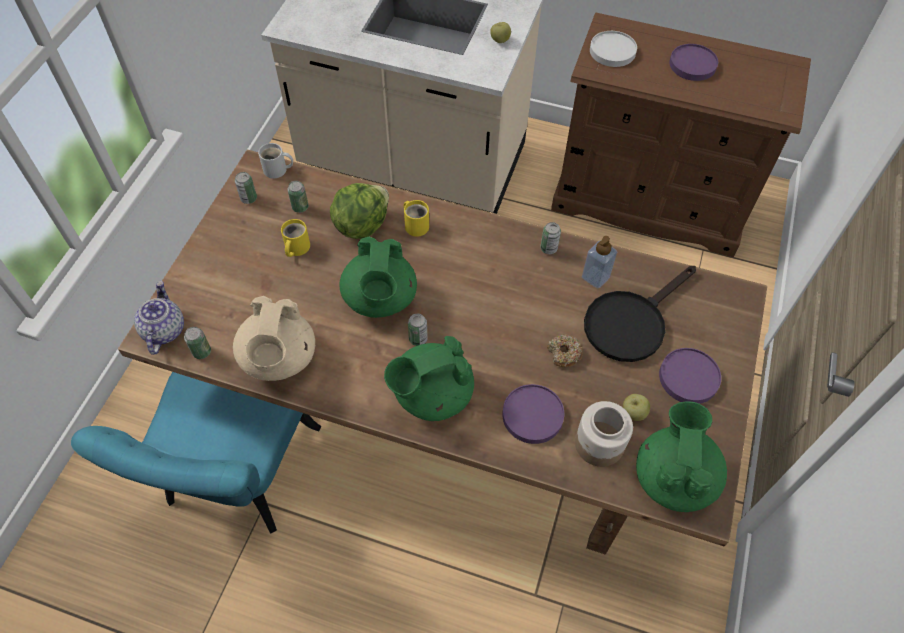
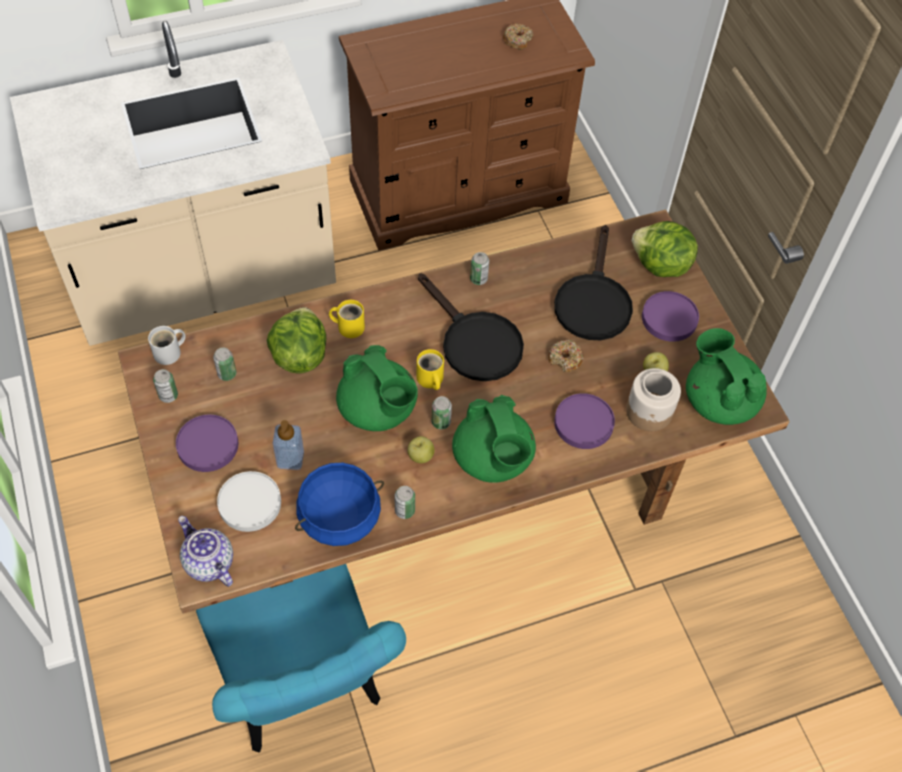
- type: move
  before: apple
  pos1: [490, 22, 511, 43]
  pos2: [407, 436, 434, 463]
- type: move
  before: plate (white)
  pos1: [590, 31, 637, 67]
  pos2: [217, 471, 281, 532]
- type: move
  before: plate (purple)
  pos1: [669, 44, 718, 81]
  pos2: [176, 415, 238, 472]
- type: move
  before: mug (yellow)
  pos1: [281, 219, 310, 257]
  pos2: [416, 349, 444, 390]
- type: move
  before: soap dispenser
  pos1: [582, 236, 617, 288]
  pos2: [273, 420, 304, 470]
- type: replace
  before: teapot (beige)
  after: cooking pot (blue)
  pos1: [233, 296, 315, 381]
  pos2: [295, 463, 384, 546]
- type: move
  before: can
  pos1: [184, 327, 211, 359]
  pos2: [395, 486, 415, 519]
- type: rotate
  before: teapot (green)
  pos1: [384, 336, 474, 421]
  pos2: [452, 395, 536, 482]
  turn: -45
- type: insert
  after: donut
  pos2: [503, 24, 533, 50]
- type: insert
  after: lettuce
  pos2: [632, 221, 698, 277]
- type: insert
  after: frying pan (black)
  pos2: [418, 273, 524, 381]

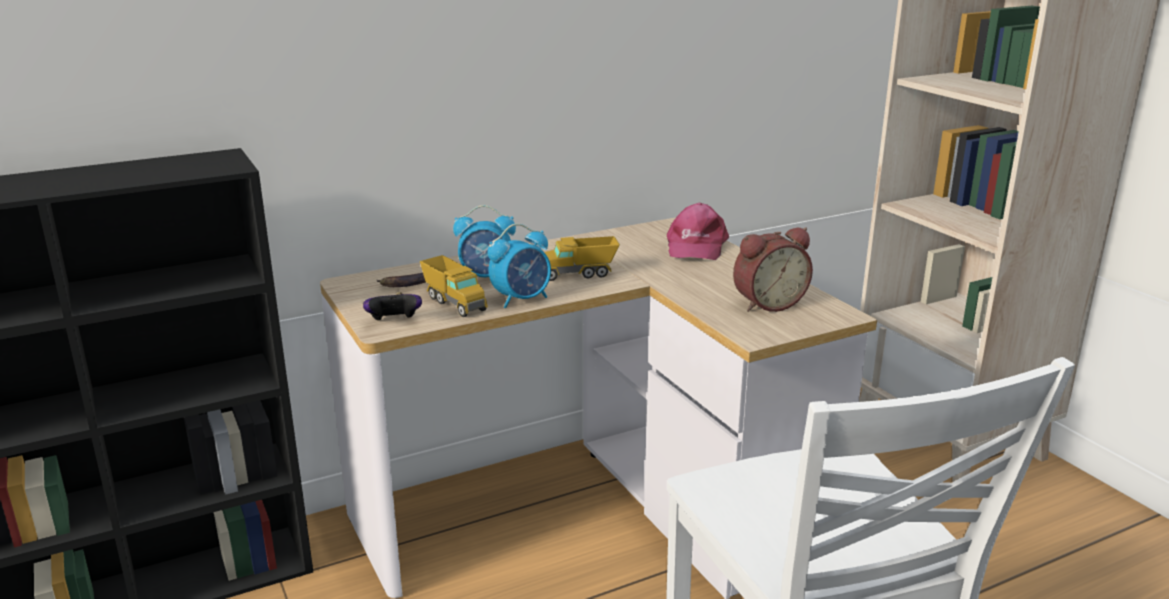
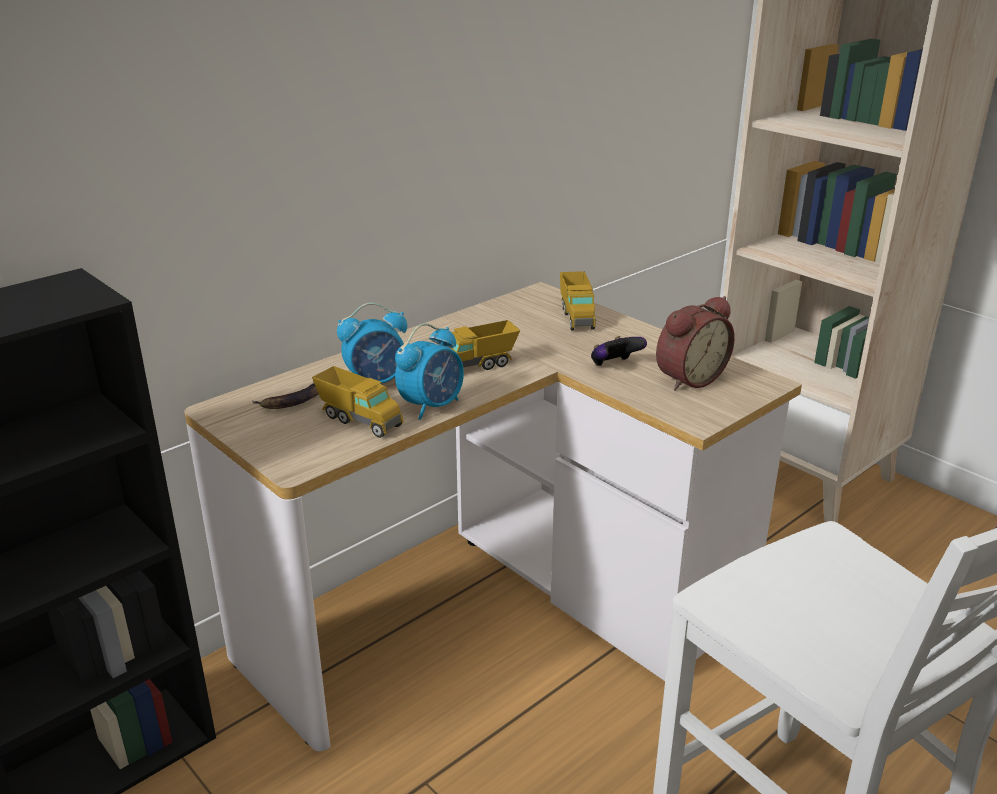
- type: replace
  before: cap (pink)
  after: toy truck
  pos1: [667, 203, 729, 260]
  pos2: [560, 271, 596, 330]
- type: move
  before: game controller
  pos1: [363, 292, 422, 321]
  pos2: [591, 336, 647, 366]

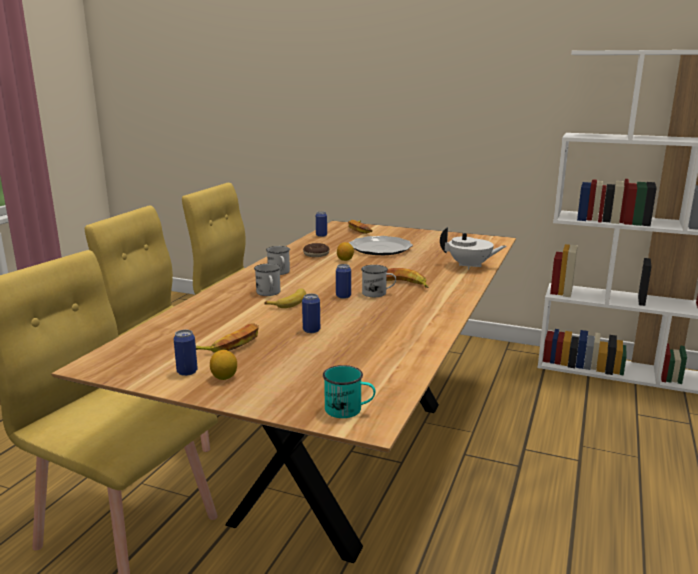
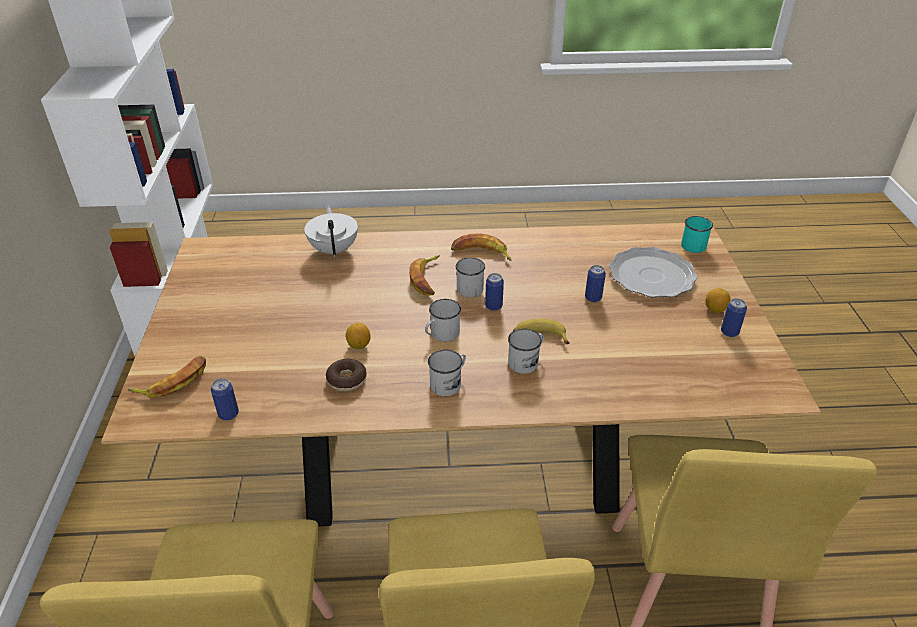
- type: move
  before: plate
  pos1: [349, 236, 413, 255]
  pos2: [609, 247, 697, 298]
- type: move
  before: banana
  pos1: [196, 323, 259, 353]
  pos2: [451, 233, 511, 261]
- type: insert
  after: mug (white)
  pos2: [425, 299, 461, 342]

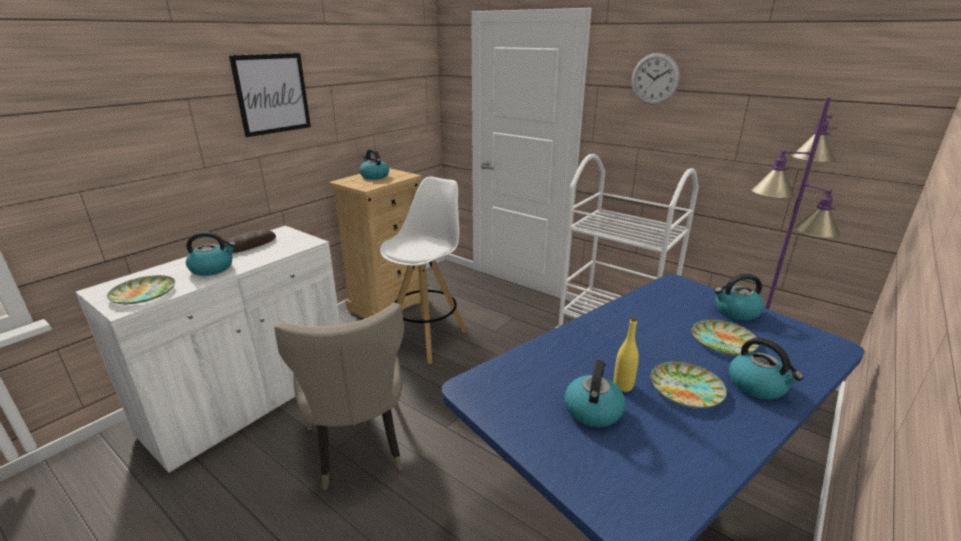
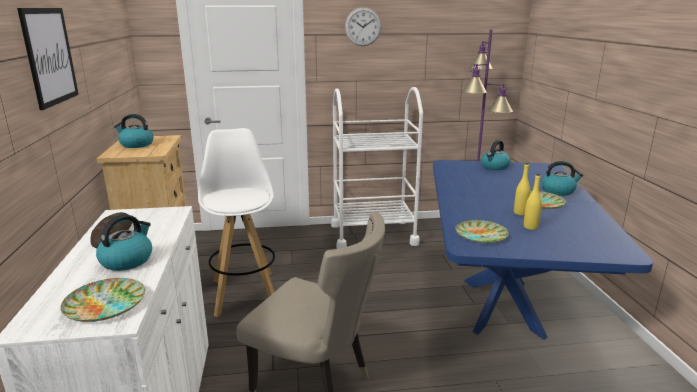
- type: move
  before: plate
  pos1: [692, 319, 759, 355]
  pos2: [455, 220, 509, 243]
- type: replace
  before: kettle
  after: bottle (yellow)
  pos1: [564, 360, 625, 427]
  pos2: [524, 174, 542, 230]

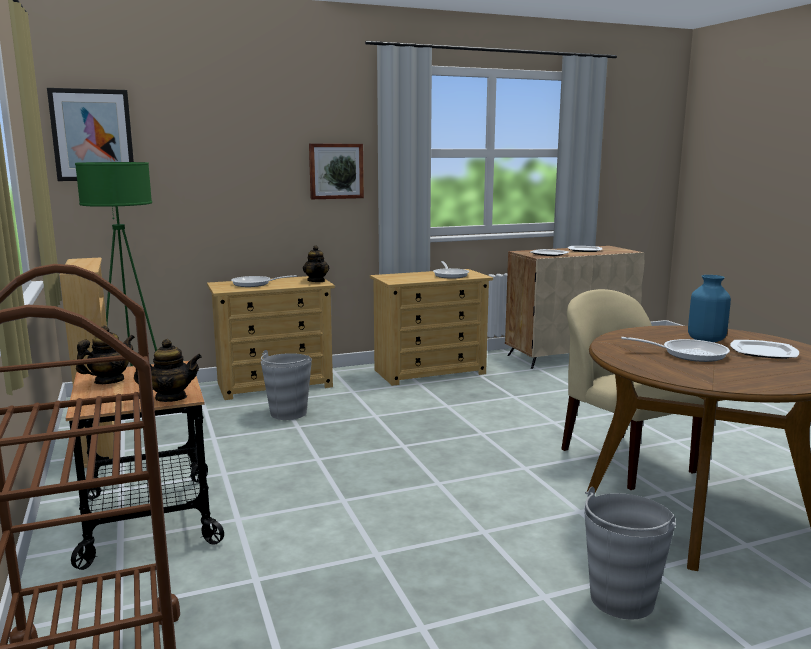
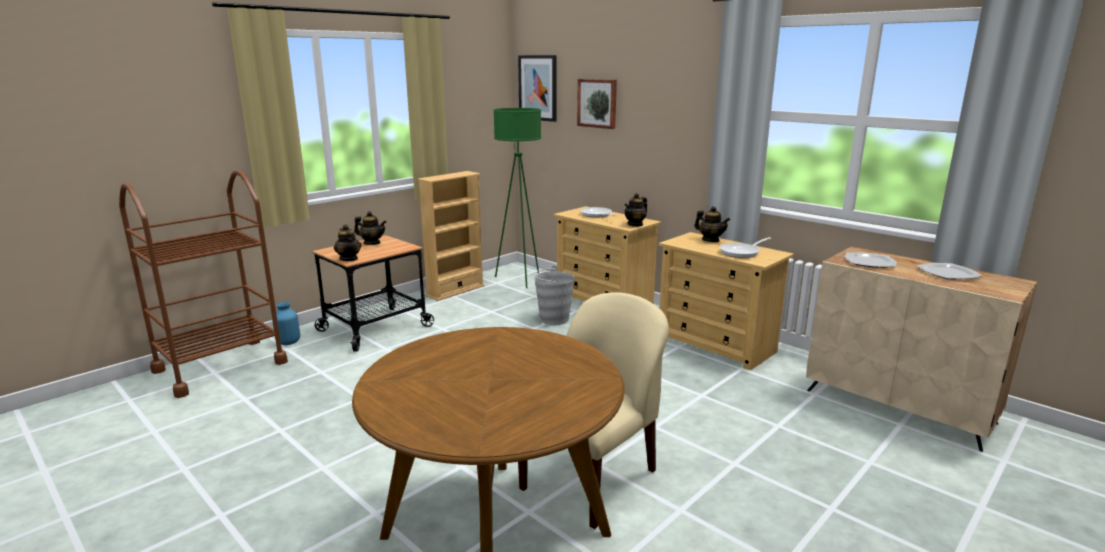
- type: move
  before: picture
  pos1: [309, 143, 364, 199]
  pos2: [577, 79, 617, 129]
- type: move
  before: vase (blue)
  pos1: [688, 275, 731, 342]
  pos2: [272, 302, 300, 345]
- type: delete
  before: frying pan
  pos1: [621, 337, 730, 362]
- type: delete
  before: plate
  pos1: [730, 340, 799, 359]
- type: delete
  before: bucket (grey)
  pos1: [584, 487, 676, 619]
- type: insert
  after: teapot
  pos2: [694, 206, 730, 242]

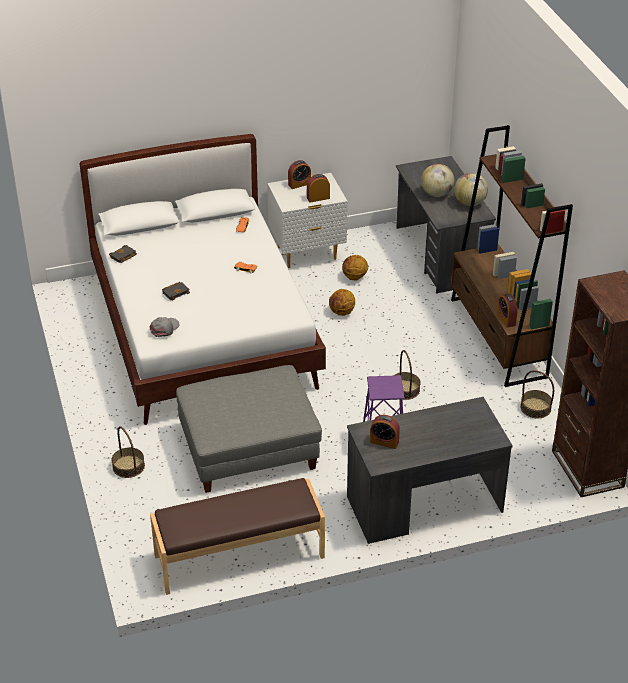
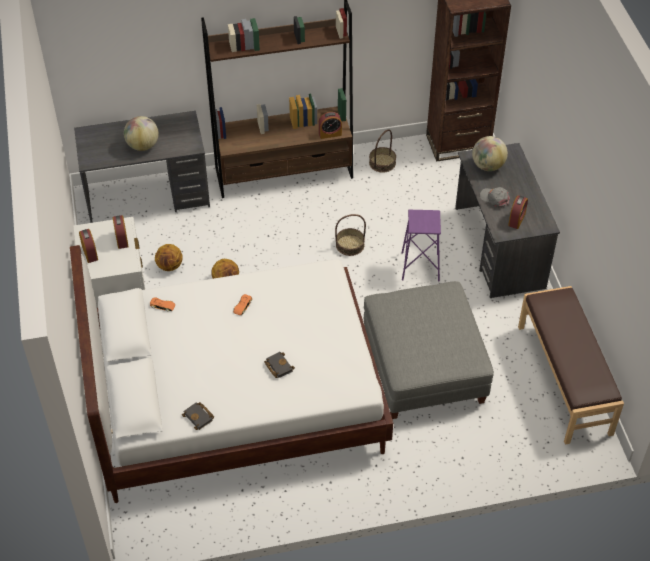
- type: move
  before: globe
  pos1: [454, 173, 488, 206]
  pos2: [472, 136, 508, 171]
- type: move
  before: cap (grey)
  pos1: [149, 317, 179, 337]
  pos2: [480, 187, 510, 208]
- type: delete
  before: basket
  pos1: [112, 426, 145, 478]

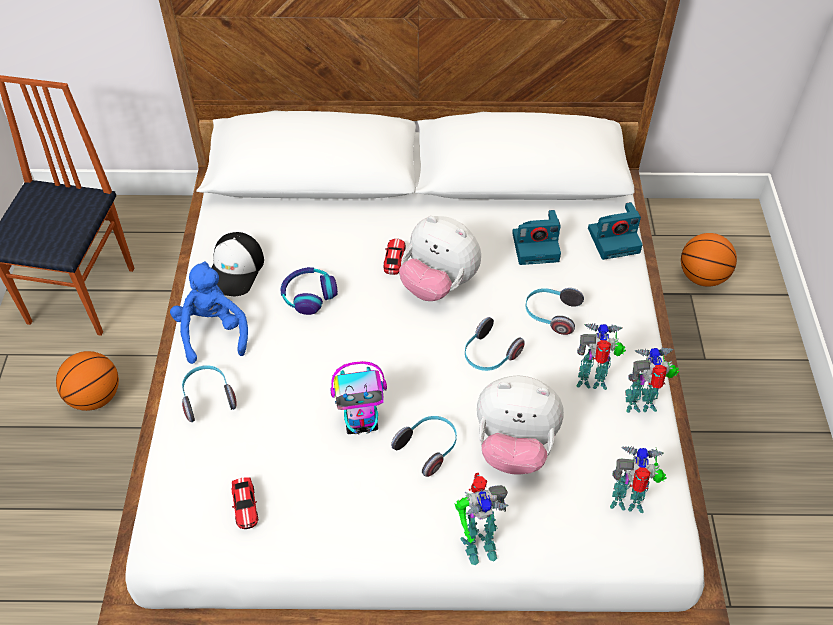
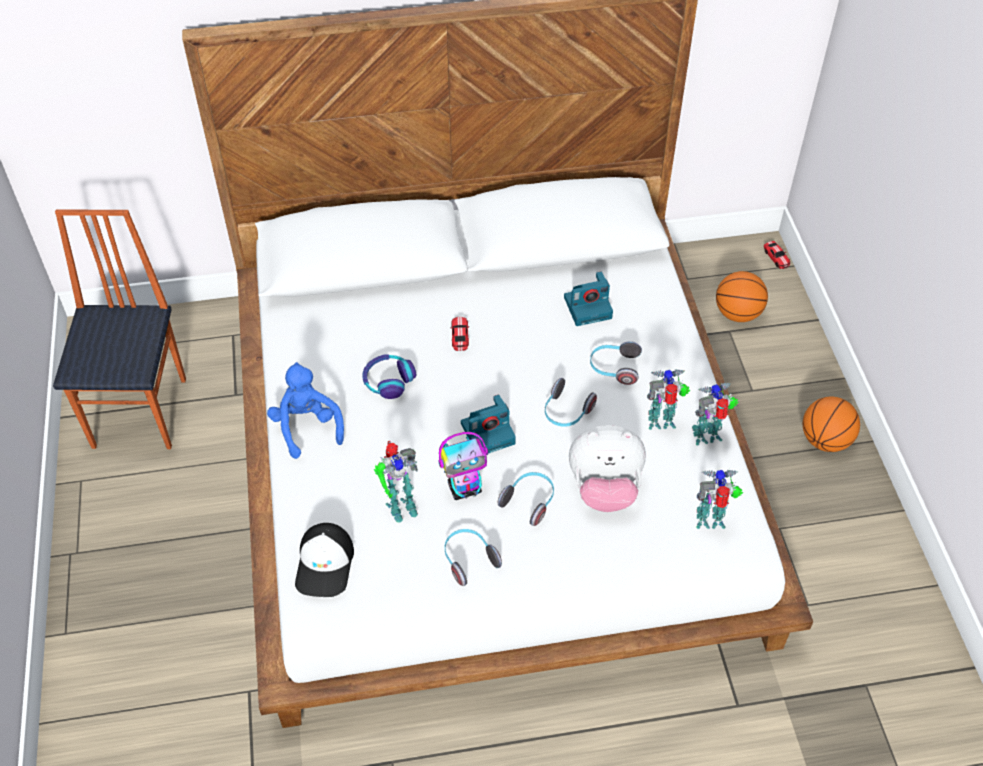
- type: move
  before: photo camera
  pos1: [588, 202, 643, 260]
  pos2: [461, 395, 516, 453]
- type: delete
  before: plush toy
  pos1: [399, 216, 481, 301]
- type: move
  before: cap
  pos1: [211, 232, 264, 296]
  pos2: [295, 523, 354, 597]
- type: move
  before: basketball
  pos1: [56, 351, 119, 411]
  pos2: [803, 397, 860, 452]
- type: move
  before: headphones
  pos1: [182, 365, 237, 422]
  pos2: [445, 529, 502, 586]
- type: move
  before: toy robot
  pos1: [455, 473, 509, 565]
  pos2: [374, 441, 418, 522]
- type: move
  before: toy car
  pos1: [232, 477, 258, 529]
  pos2: [764, 241, 790, 269]

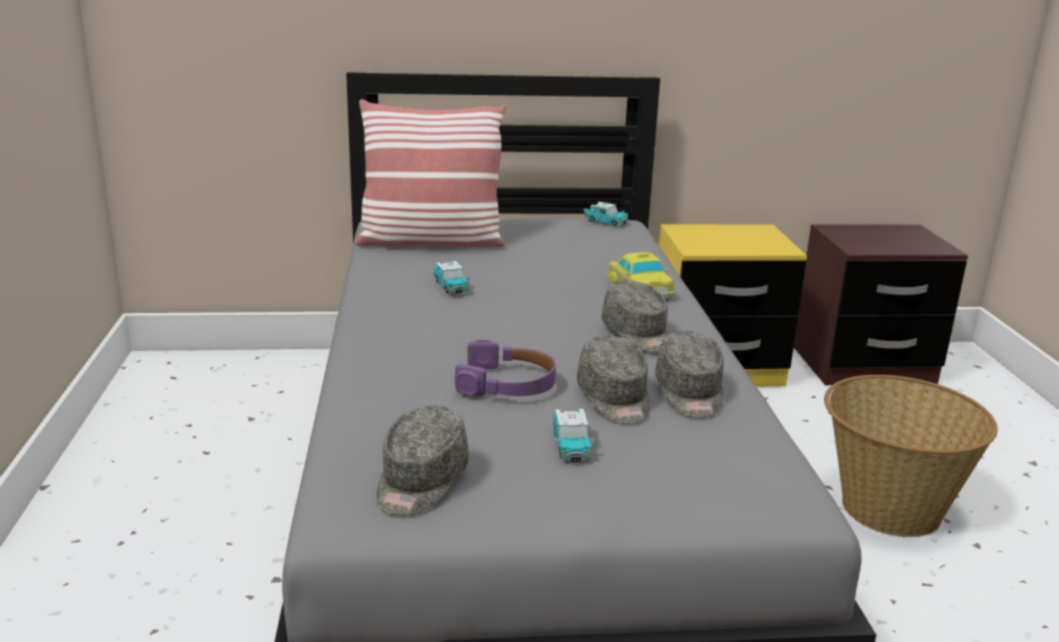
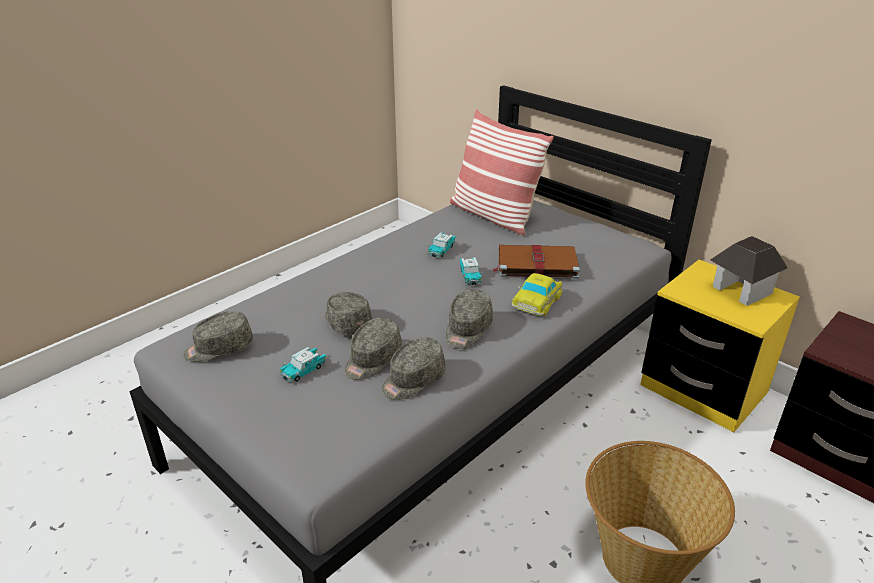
- type: move
  before: toy car
  pos1: [583, 202, 629, 226]
  pos2: [460, 257, 483, 285]
- type: replace
  before: headphones (purple)
  after: cap (grey)
  pos1: [455, 340, 556, 396]
  pos2: [325, 292, 372, 335]
- type: insert
  after: toy house
  pos2: [710, 236, 788, 306]
- type: insert
  after: book (brown)
  pos2: [492, 245, 580, 279]

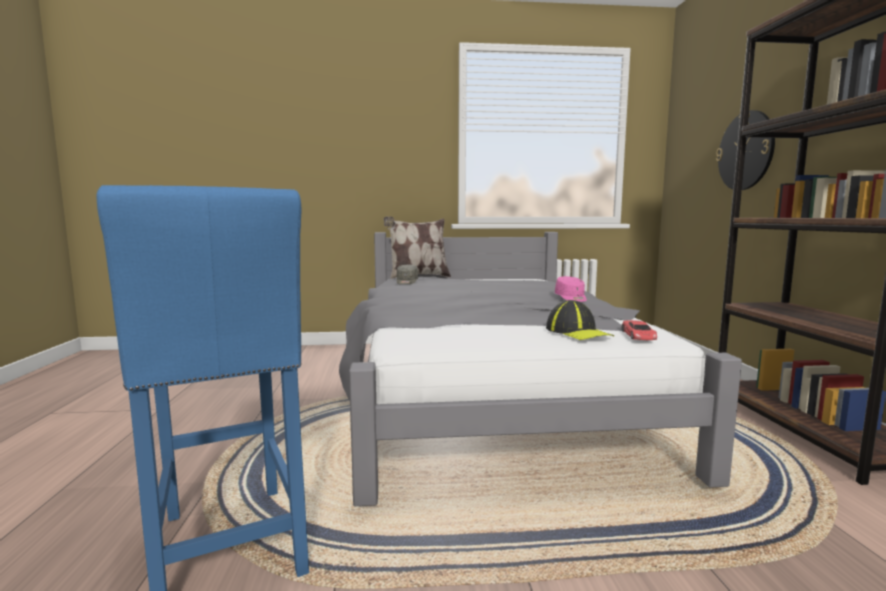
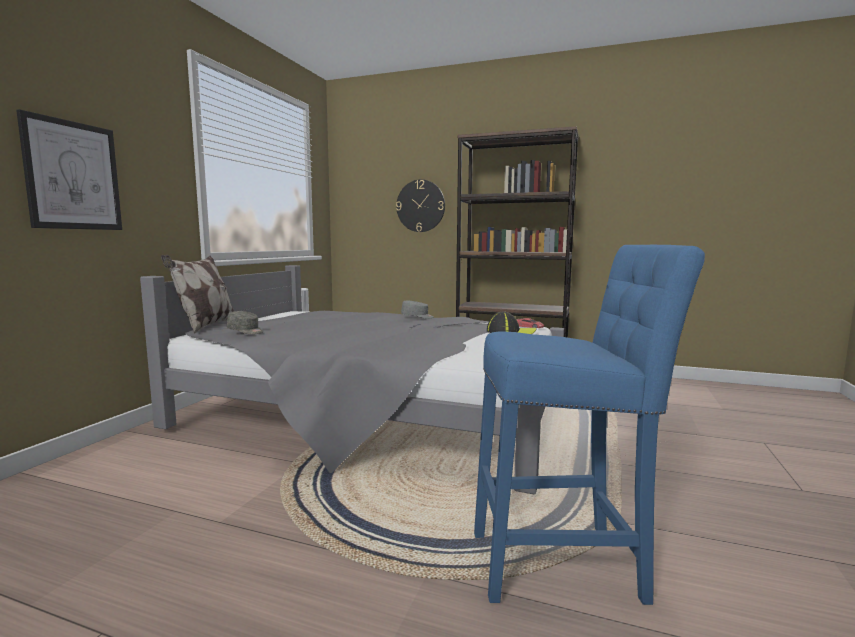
- type: recolor
  before: cap (pink)
  after: cap (grey)
  pos1: [555, 276, 587, 302]
  pos2: [401, 301, 434, 318]
- type: insert
  after: picture
  pos2: [16, 109, 122, 230]

